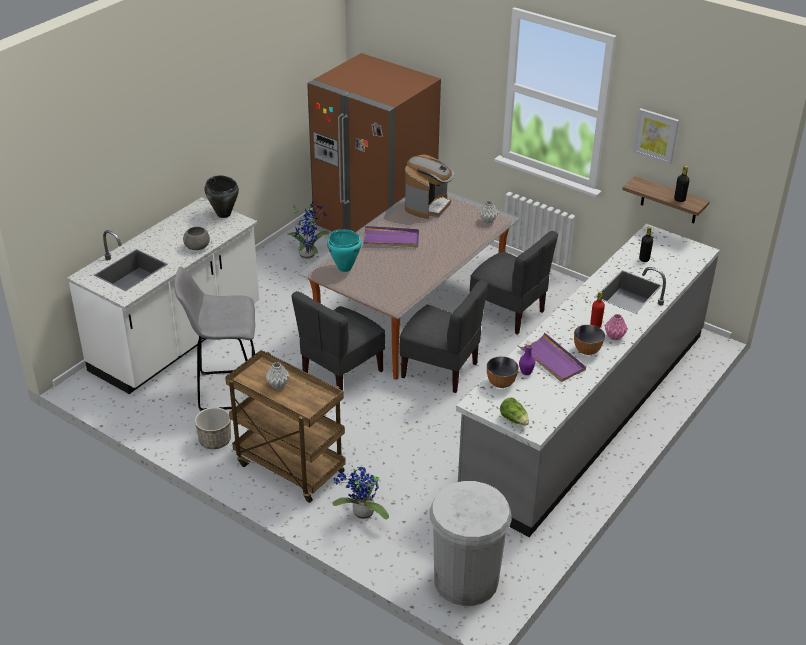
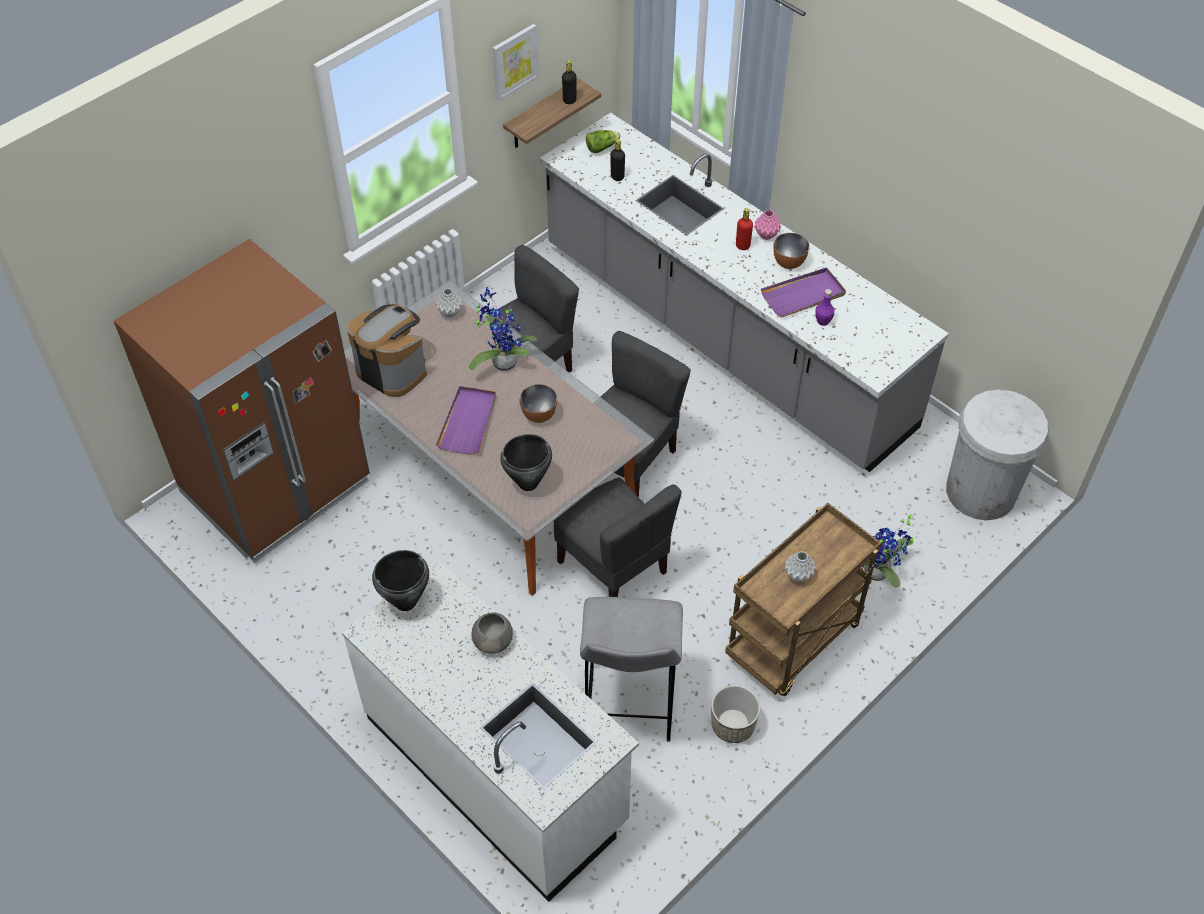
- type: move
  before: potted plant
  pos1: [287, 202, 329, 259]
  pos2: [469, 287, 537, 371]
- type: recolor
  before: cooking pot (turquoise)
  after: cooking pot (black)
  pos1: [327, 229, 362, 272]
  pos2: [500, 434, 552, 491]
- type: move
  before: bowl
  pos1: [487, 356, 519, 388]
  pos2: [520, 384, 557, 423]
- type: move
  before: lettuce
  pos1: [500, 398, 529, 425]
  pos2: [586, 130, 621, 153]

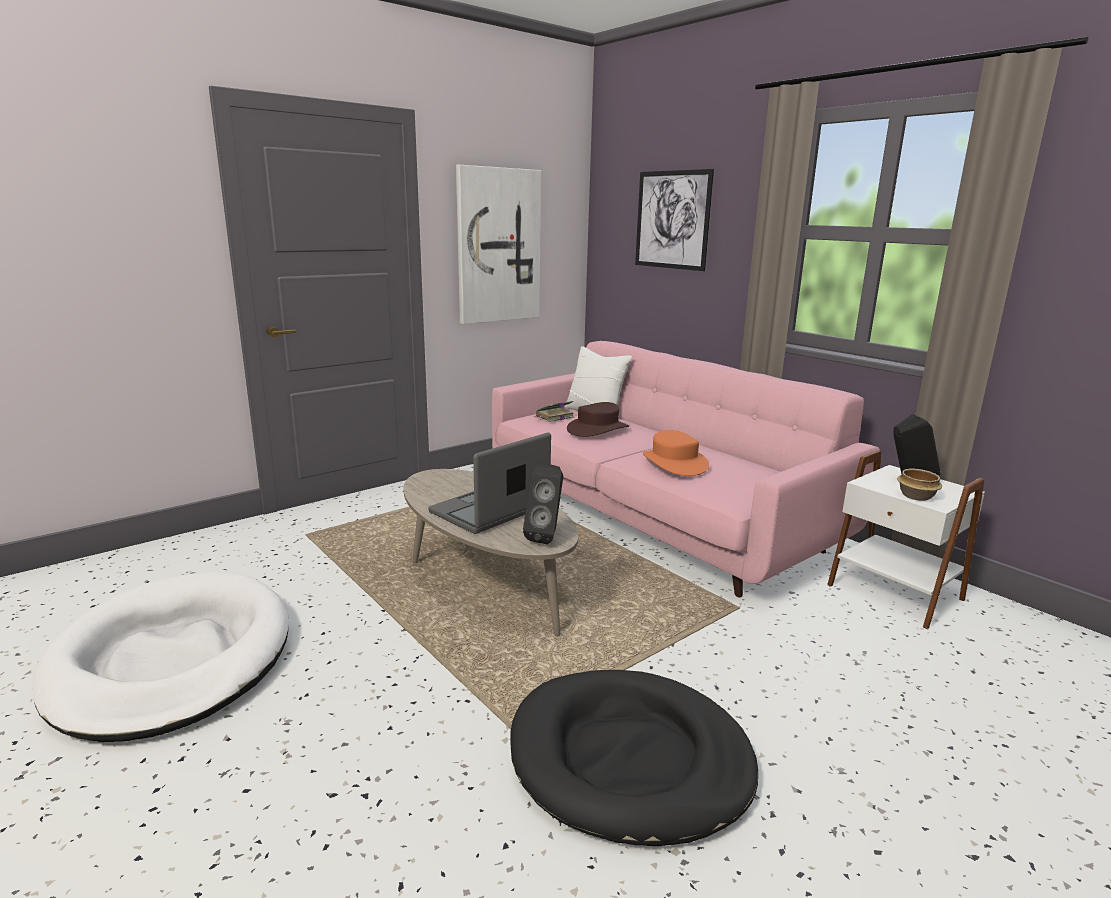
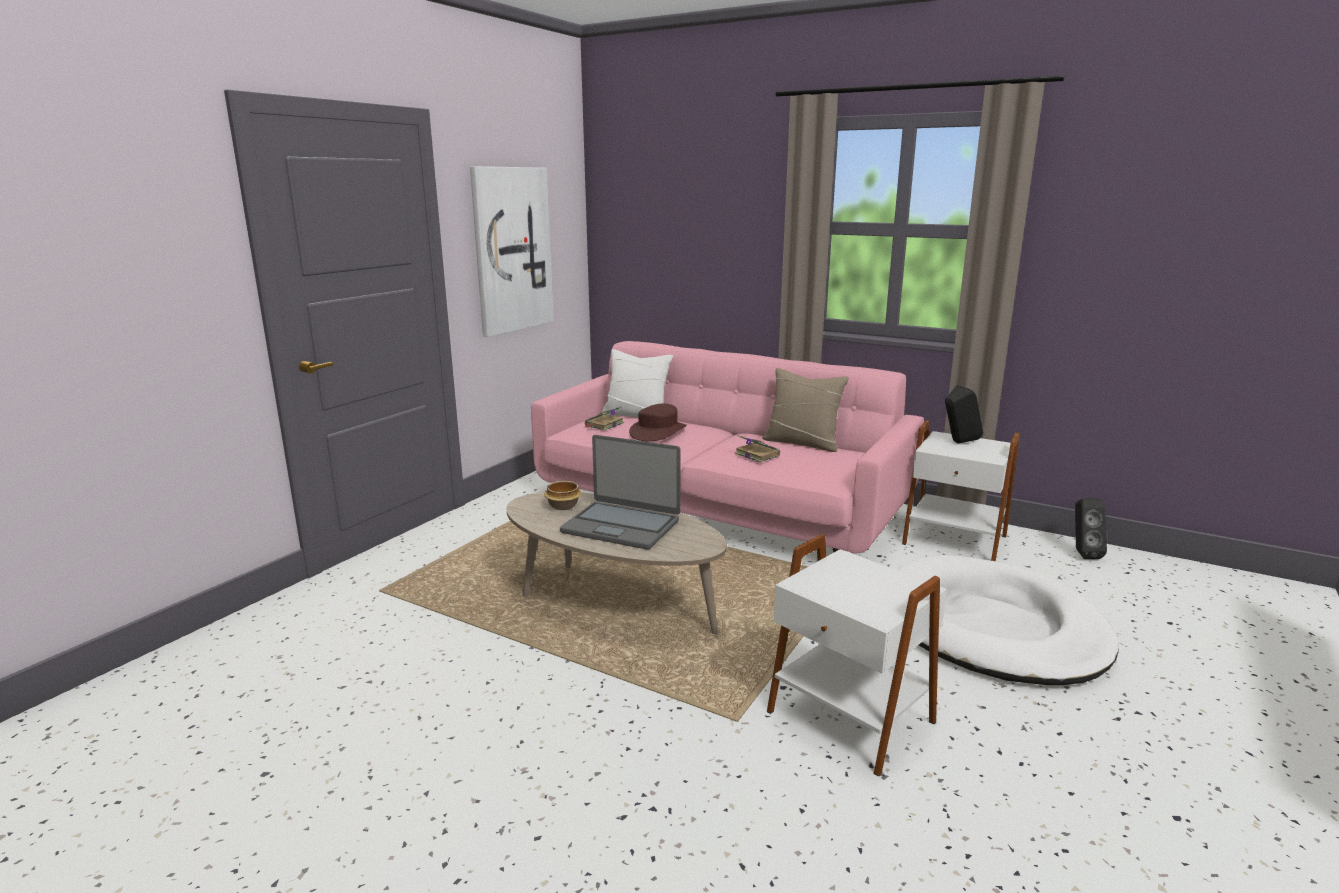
- type: delete
  before: picture
  pos1: [635, 169, 714, 271]
- type: replace
  before: hat (orange)
  after: book
  pos1: [643, 430, 709, 476]
  pos2: [735, 435, 780, 463]
- type: rotate
  before: laptop
  pos1: [428, 432, 551, 534]
  pos2: [560, 435, 681, 550]
  turn: -90
- type: move
  before: speaker (black)
  pos1: [523, 464, 563, 544]
  pos2: [1075, 498, 1107, 559]
- type: move
  before: bowl
  pos1: [897, 469, 942, 501]
  pos2: [544, 481, 582, 510]
- type: move
  before: dog bed (white)
  pos1: [33, 571, 289, 742]
  pos2: [897, 555, 1119, 685]
- type: replace
  before: dog bed (black)
  after: side table (white)
  pos1: [510, 670, 758, 846]
  pos2: [767, 534, 947, 776]
- type: insert
  after: pillow (beige)
  pos2: [762, 368, 849, 452]

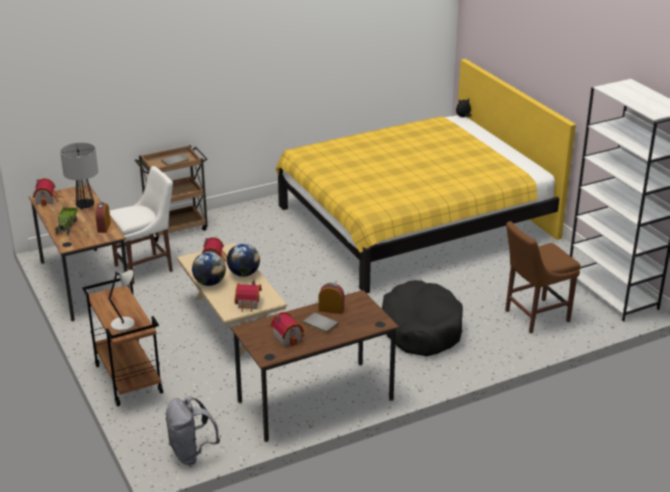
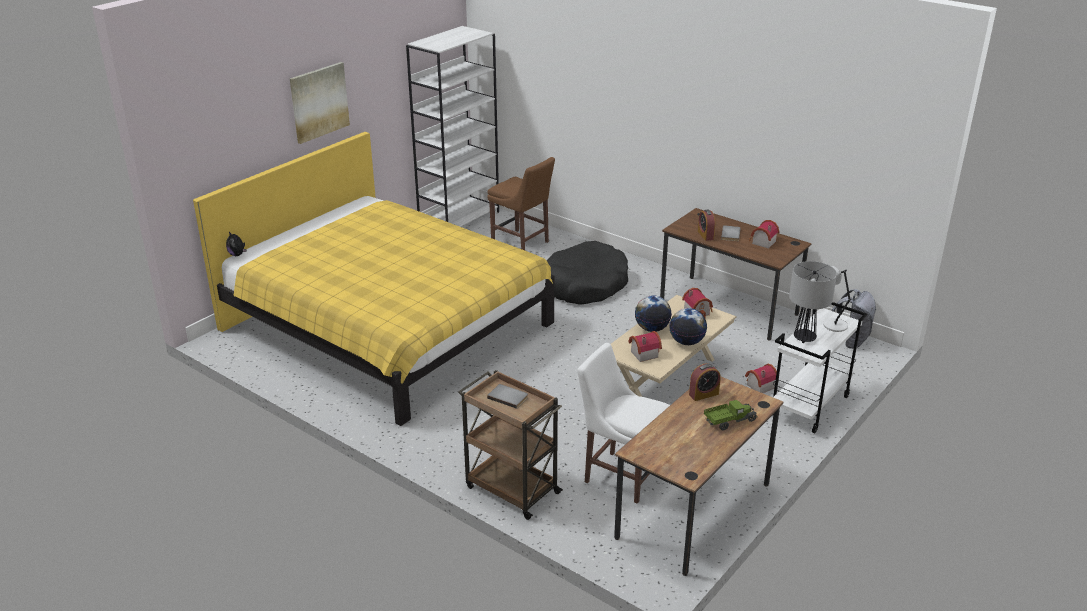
- type: move
  before: table lamp
  pos1: [60, 143, 98, 210]
  pos2: [789, 261, 837, 343]
- type: move
  before: toy house
  pos1: [33, 178, 60, 206]
  pos2: [745, 363, 777, 393]
- type: recolor
  before: cart (brown)
  after: cart (white)
  pos1: [82, 278, 163, 407]
  pos2: [772, 302, 867, 433]
- type: insert
  after: picture
  pos2: [290, 62, 350, 144]

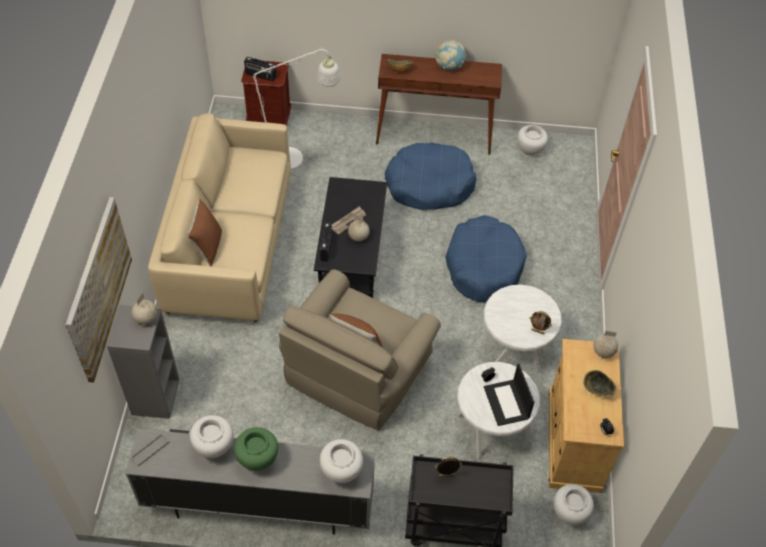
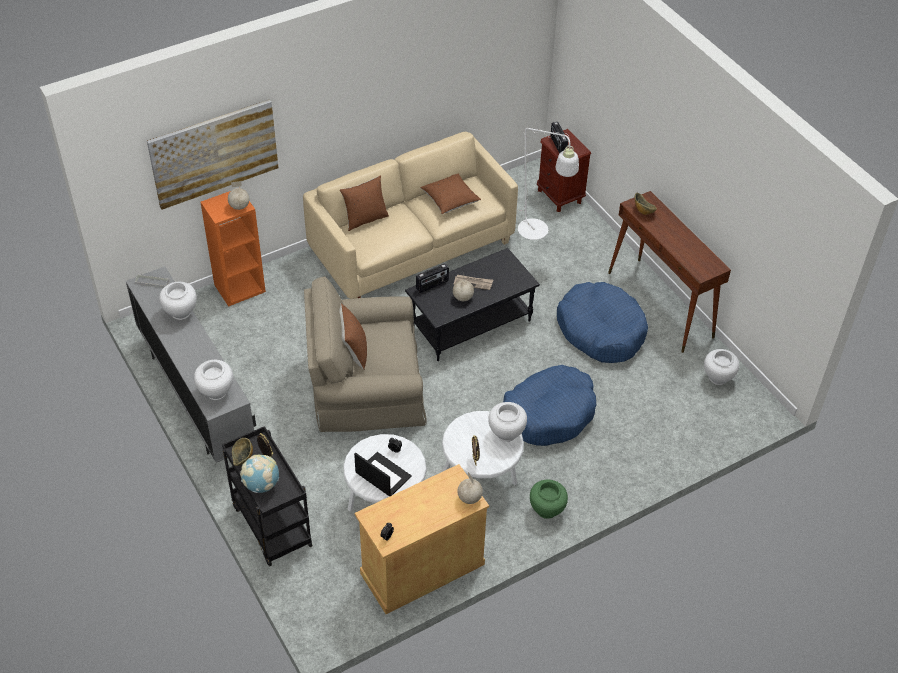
- type: move
  before: globe
  pos1: [436, 40, 466, 71]
  pos2: [240, 455, 279, 493]
- type: recolor
  before: bookcase (grey)
  after: bookcase (orange)
  pos1: [107, 305, 180, 419]
  pos2: [200, 191, 266, 307]
- type: rotate
  before: laptop
  pos1: [484, 364, 534, 426]
  pos2: [354, 452, 412, 496]
  turn: 90
- type: move
  before: bowl
  pos1: [584, 370, 616, 397]
  pos2: [232, 438, 253, 466]
- type: move
  before: vase (green)
  pos1: [234, 427, 278, 471]
  pos2: [530, 479, 568, 519]
- type: move
  before: vase (white)
  pos1: [554, 484, 594, 525]
  pos2: [488, 402, 527, 442]
- type: insert
  after: pillow (brown)
  pos2: [420, 174, 481, 214]

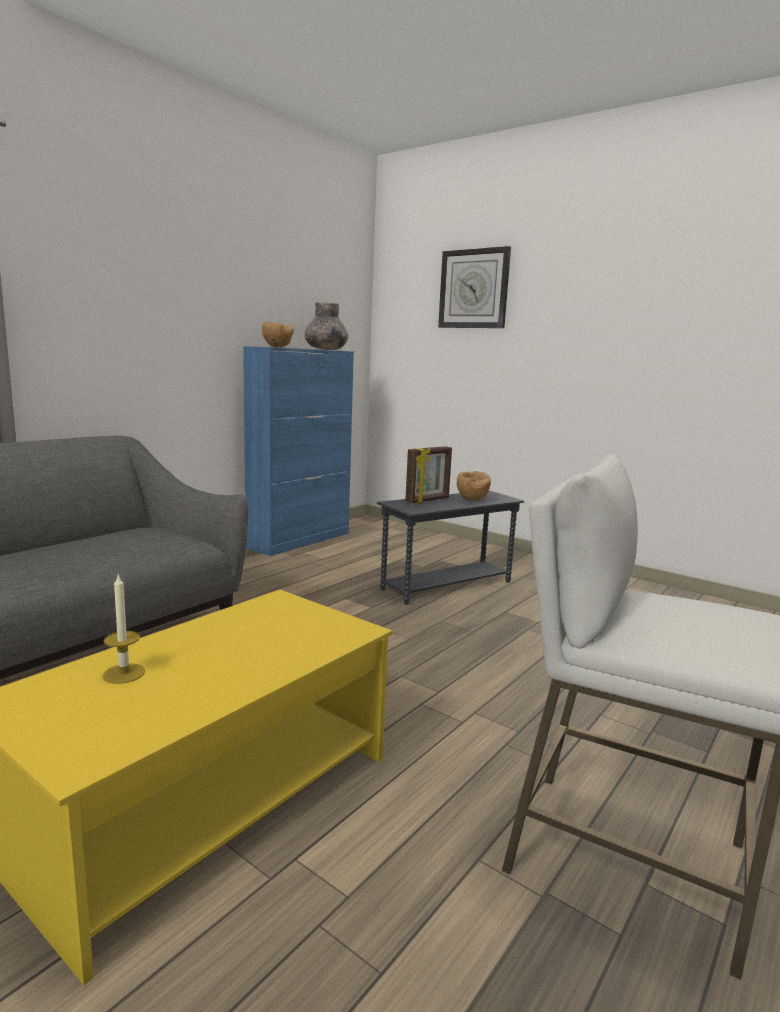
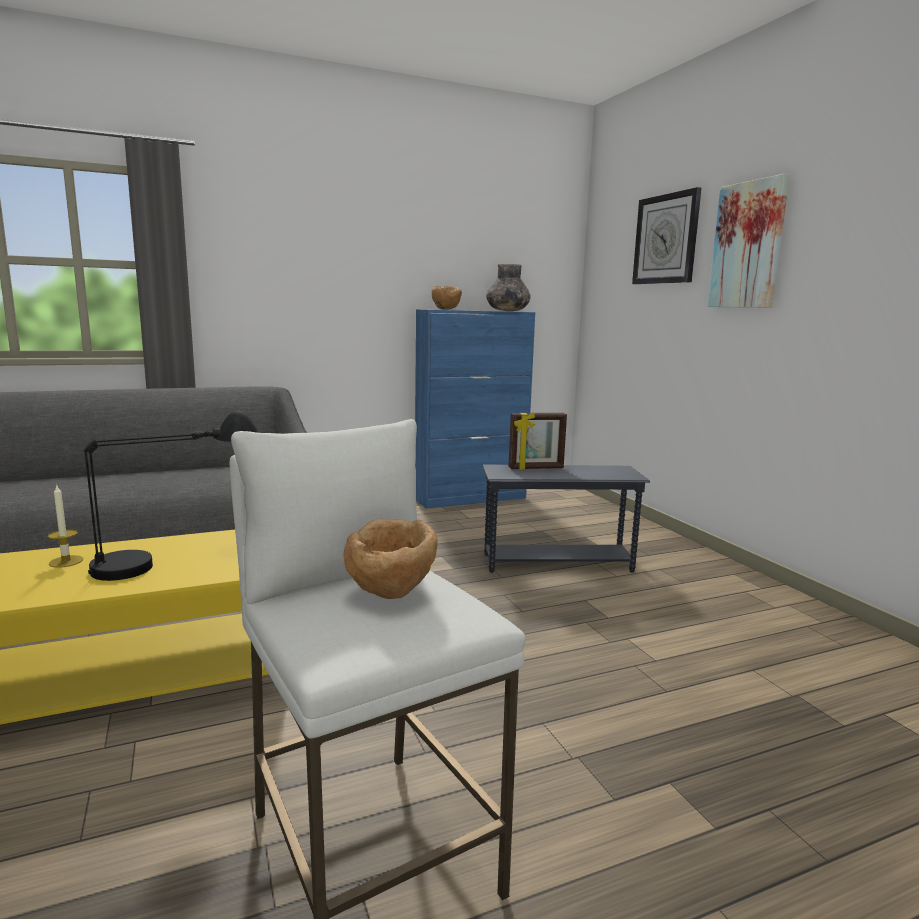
- type: move
  before: bowl (brown)
  pos1: [457, 471, 491, 501]
  pos2: [343, 519, 438, 599]
- type: insert
  after: picture
  pos2: [707, 174, 790, 308]
- type: insert
  after: table lamp (black)
  pos2: [84, 411, 259, 581]

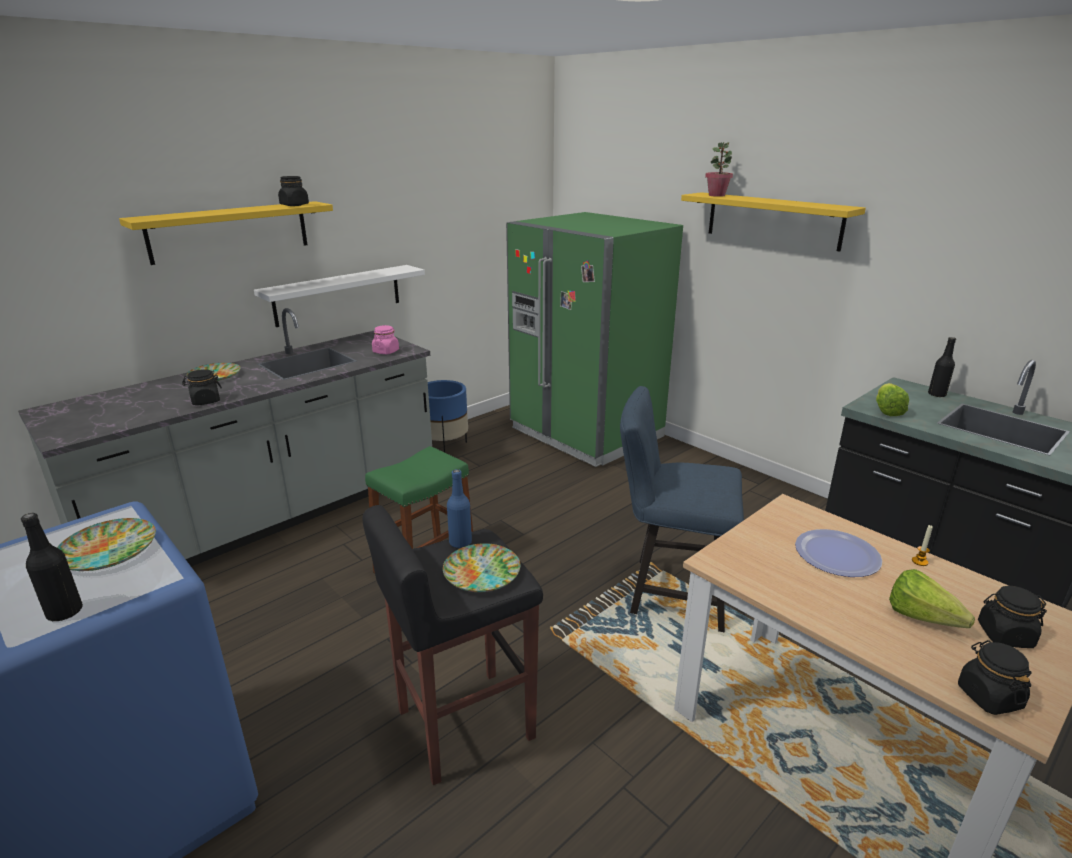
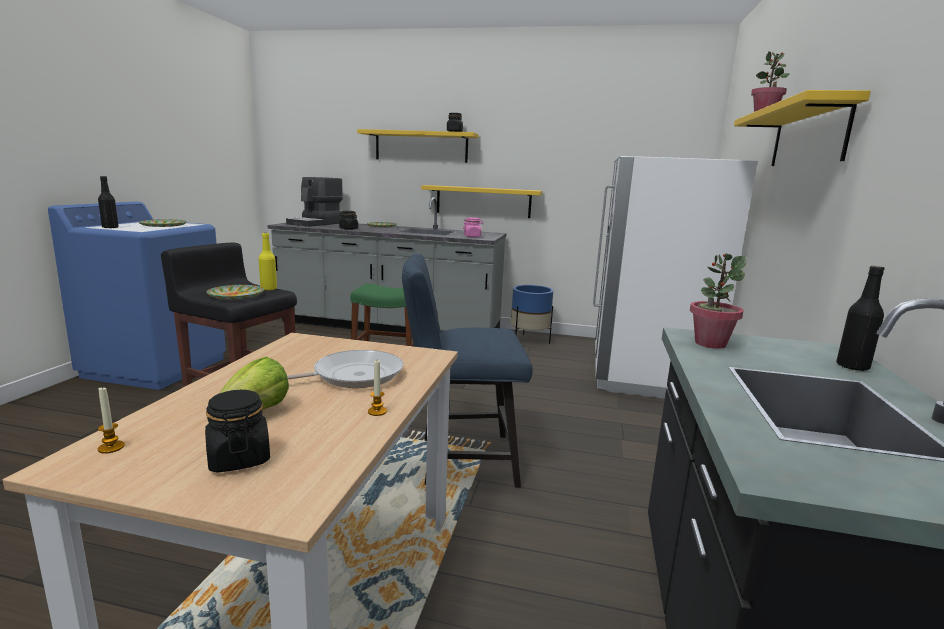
- type: recolor
  before: fridge (green)
  after: fridge (white)
  pos1: [506, 212, 683, 467]
  pos2: [593, 156, 758, 399]
- type: recolor
  before: shelf (white)
  after: shelf (yellow)
  pos1: [254, 265, 425, 327]
  pos2: [421, 185, 543, 218]
- type: replace
  before: lettuce
  after: potted plant
  pos1: [876, 383, 909, 416]
  pos2: [690, 253, 746, 349]
- type: rotate
  before: chair (blue)
  pos1: [620, 386, 744, 632]
  pos2: [402, 254, 533, 488]
  turn: -75
- type: recolor
  before: bottle (blue)
  after: bottle (yellow)
  pos1: [447, 469, 472, 548]
  pos2: [259, 233, 277, 291]
- type: replace
  before: plate
  after: frying pan
  pos1: [795, 529, 882, 577]
  pos2: [287, 350, 403, 388]
- type: replace
  before: jar (black)
  after: candle
  pos1: [958, 640, 1031, 715]
  pos2: [98, 387, 125, 454]
- type: insert
  after: coffee machine
  pos2: [286, 177, 343, 227]

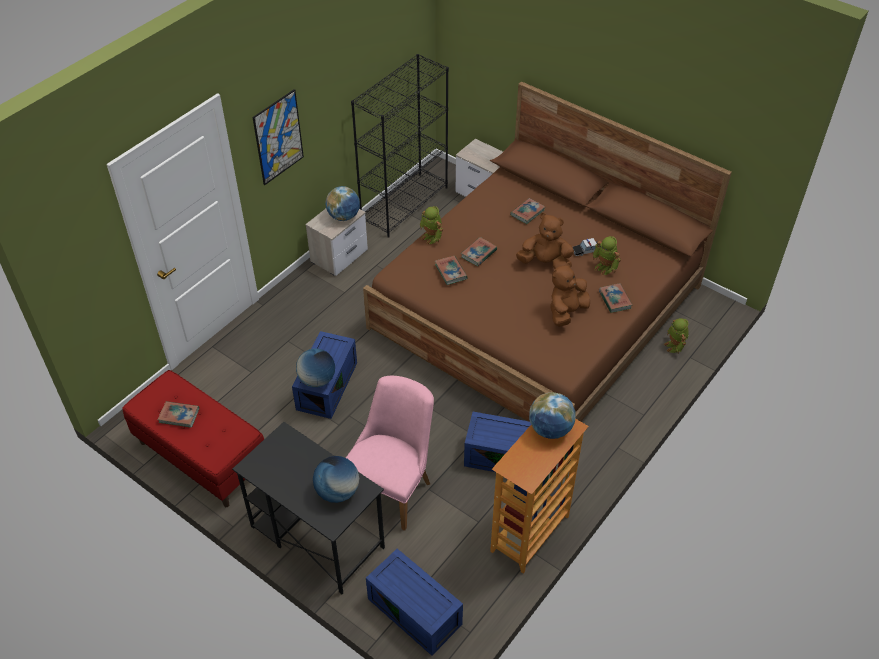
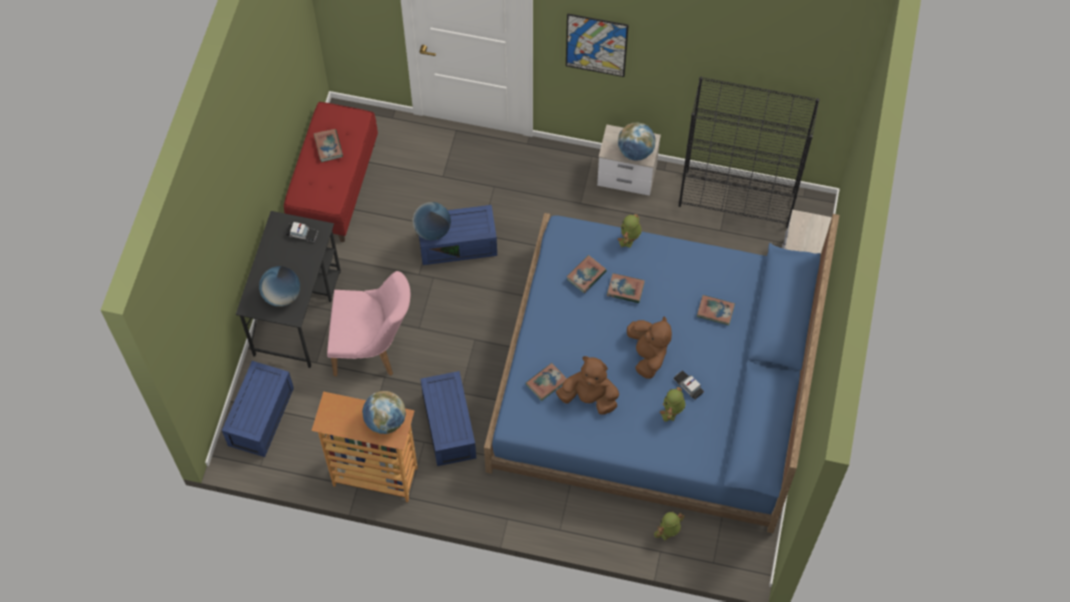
- type: recolor
  before: bed (brown)
  after: bed (blue)
  pos1: [363, 81, 732, 422]
  pos2: [484, 213, 839, 533]
- type: move
  before: book
  pos1: [599, 283, 632, 313]
  pos2: [525, 363, 567, 401]
- type: insert
  after: toy car
  pos2: [285, 222, 318, 242]

